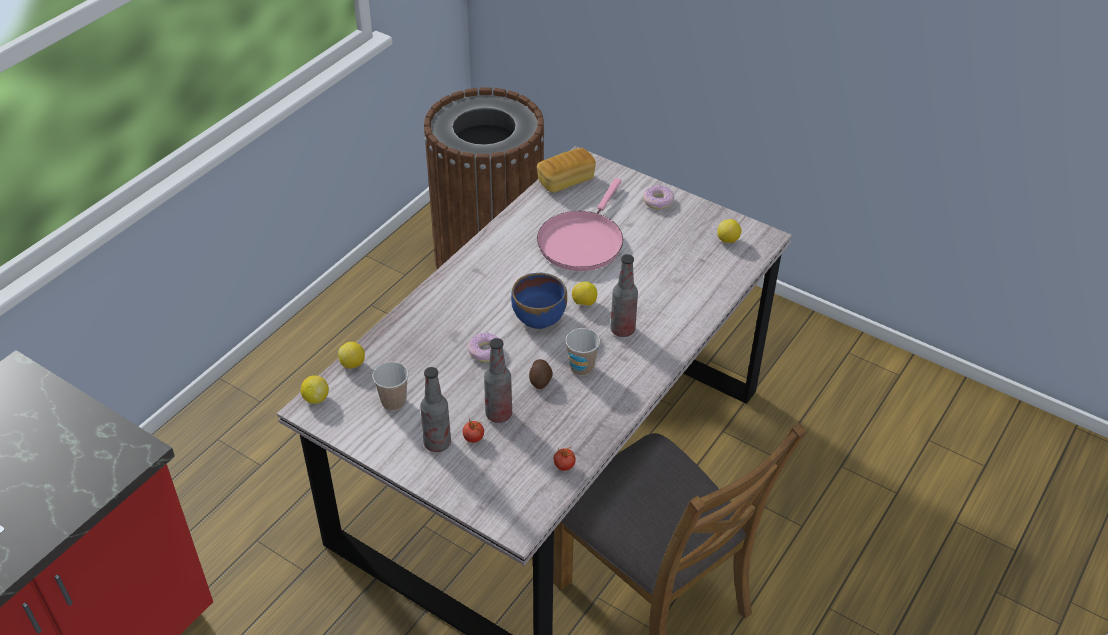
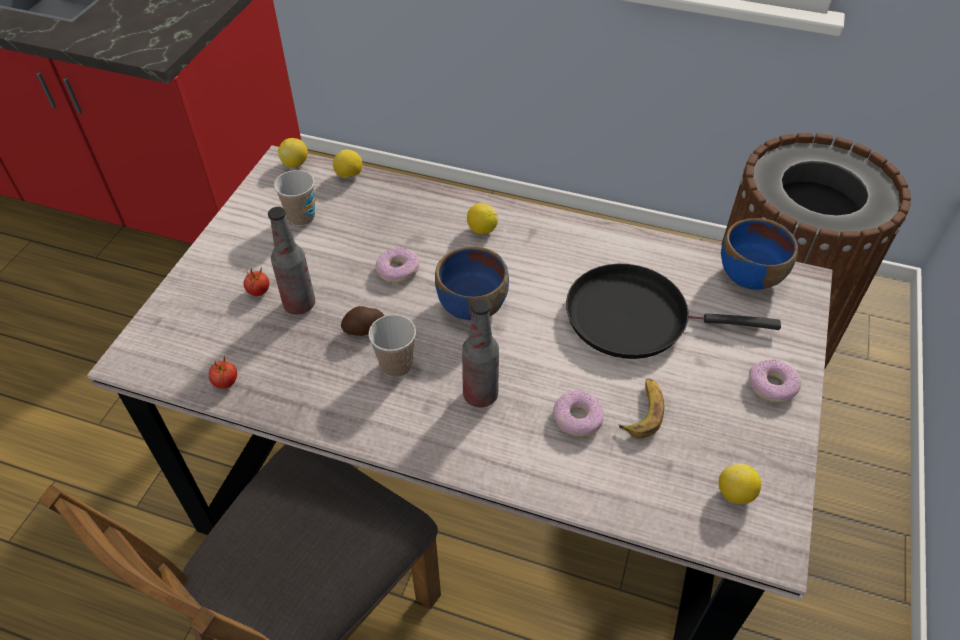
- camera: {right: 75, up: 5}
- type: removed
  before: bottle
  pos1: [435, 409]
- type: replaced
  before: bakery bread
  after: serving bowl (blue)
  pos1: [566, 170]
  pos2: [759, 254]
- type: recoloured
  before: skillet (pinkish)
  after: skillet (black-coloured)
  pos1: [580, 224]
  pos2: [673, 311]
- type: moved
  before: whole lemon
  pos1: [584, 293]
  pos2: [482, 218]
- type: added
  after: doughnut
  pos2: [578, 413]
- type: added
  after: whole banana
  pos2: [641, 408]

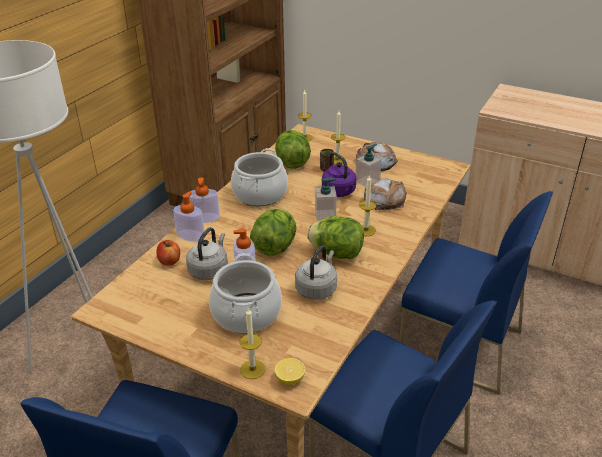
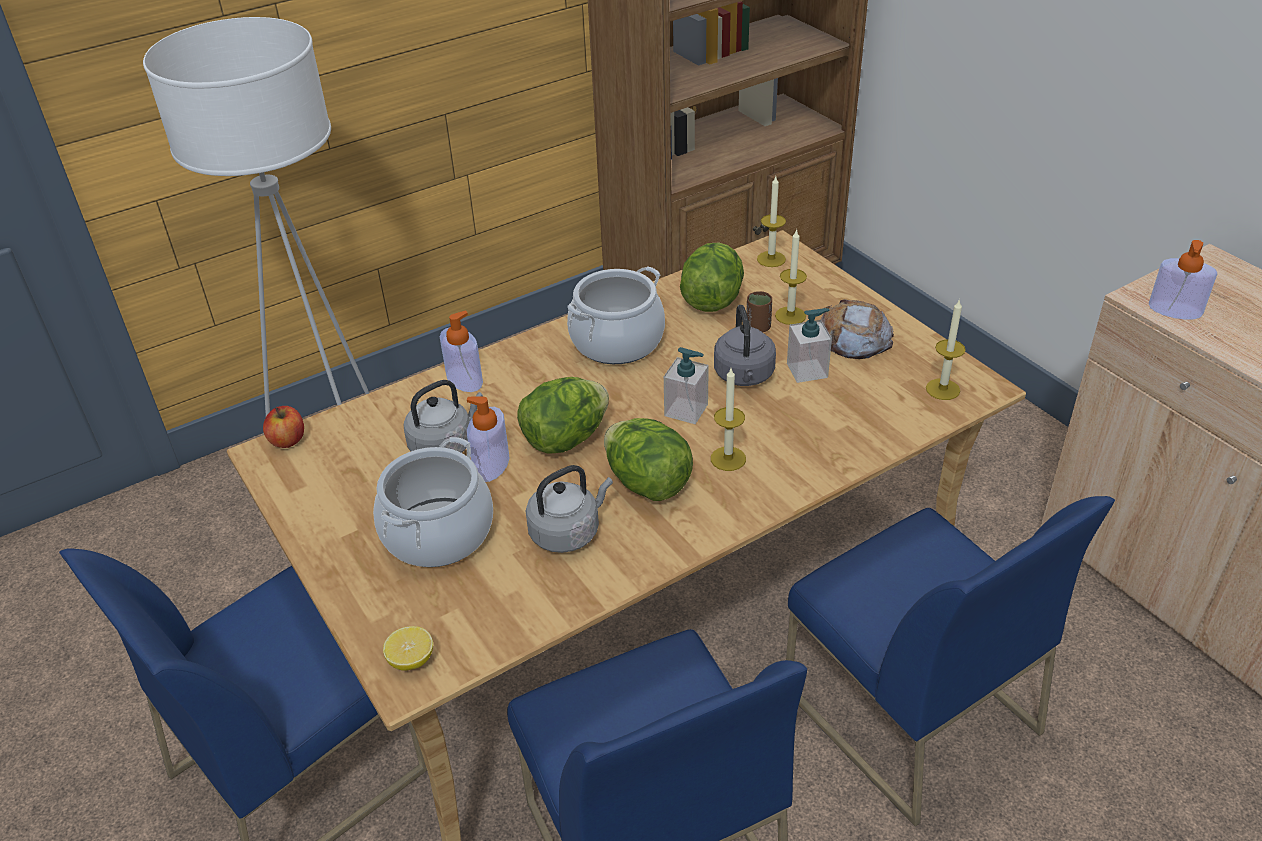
- camera: {right: 30, up: 5}
- type: moved
  before: apple
  pos1: [168, 253]
  pos2: [283, 427]
- type: moved
  before: soap dispenser
  pos1: [204, 200]
  pos2: [1183, 279]
- type: moved
  before: candle
  pos1: [252, 343]
  pos2: [946, 349]
- type: recoloured
  before: water kettle (purple-coloured)
  after: water kettle (grey)
  pos1: [339, 174]
  pos2: [745, 345]
- type: removed
  before: bakery bread
  pos1: [385, 194]

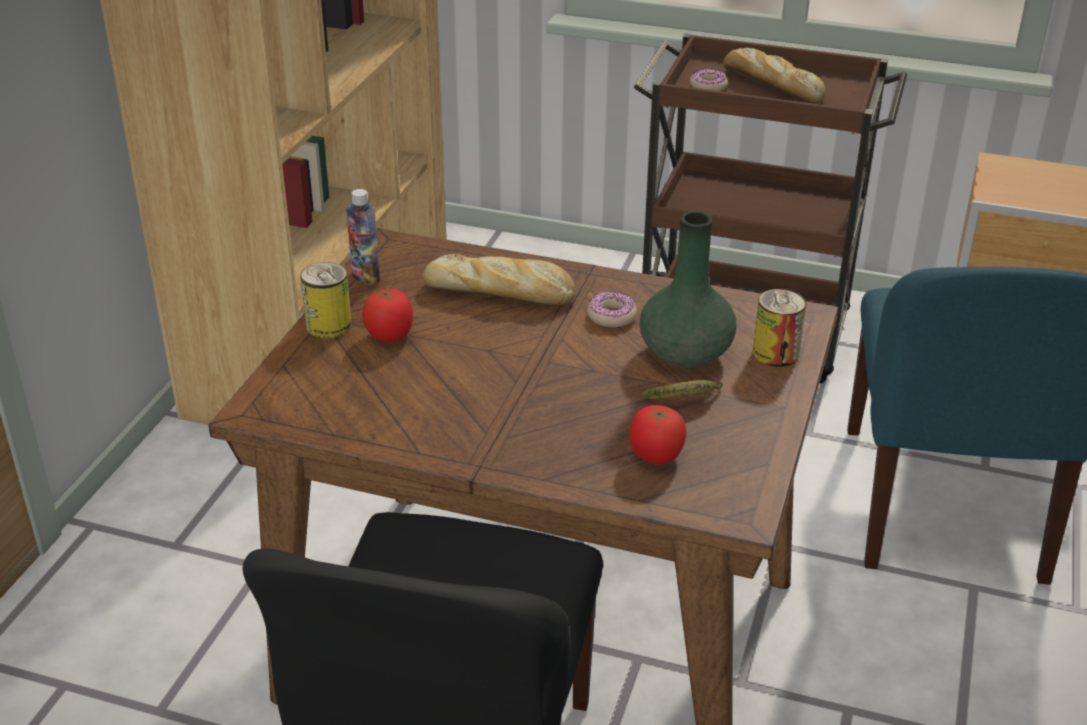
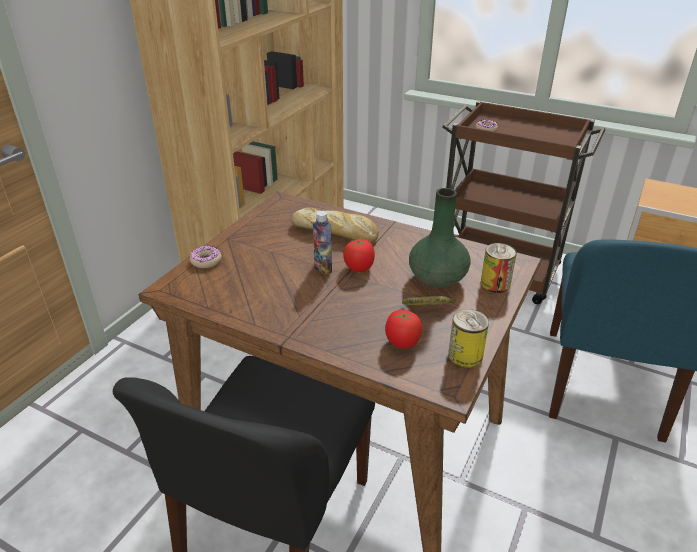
- camera: {right: 10, up: 0}
- type: moved
  before: can
  pos1: [326, 300]
  pos2: [468, 338]
- type: moved
  before: bottle
  pos1: [363, 237]
  pos2: [322, 242]
- type: moved
  before: whole tomato
  pos1: [387, 314]
  pos2: [359, 255]
- type: moved
  before: doughnut
  pos1: [612, 309]
  pos2: [206, 256]
- type: removed
  before: bakery bread
  pos1: [774, 75]

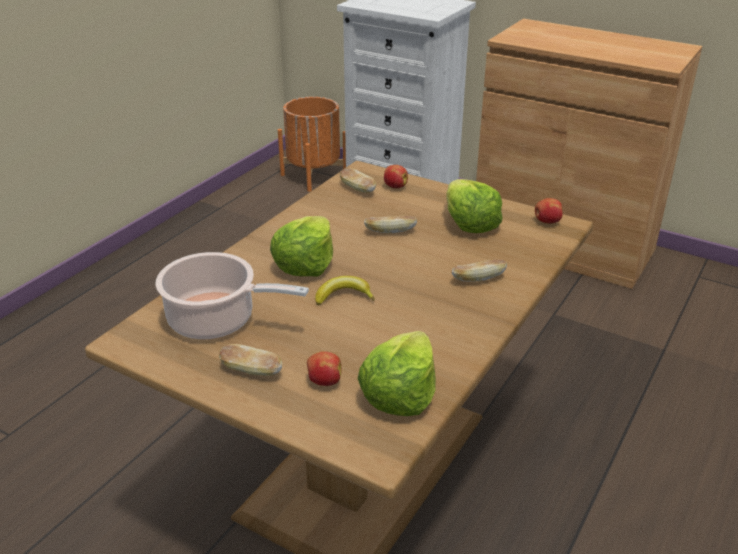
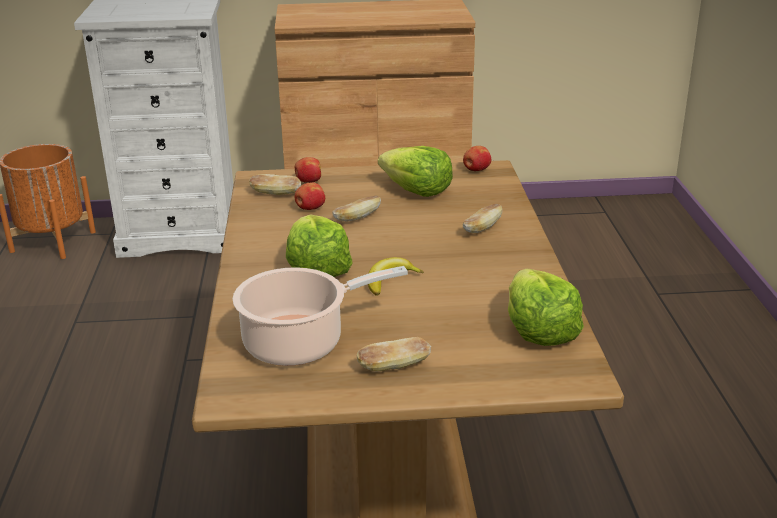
- camera: {right: -35, up: -5}
- type: moved
  before: apple
  pos1: [324, 368]
  pos2: [310, 196]

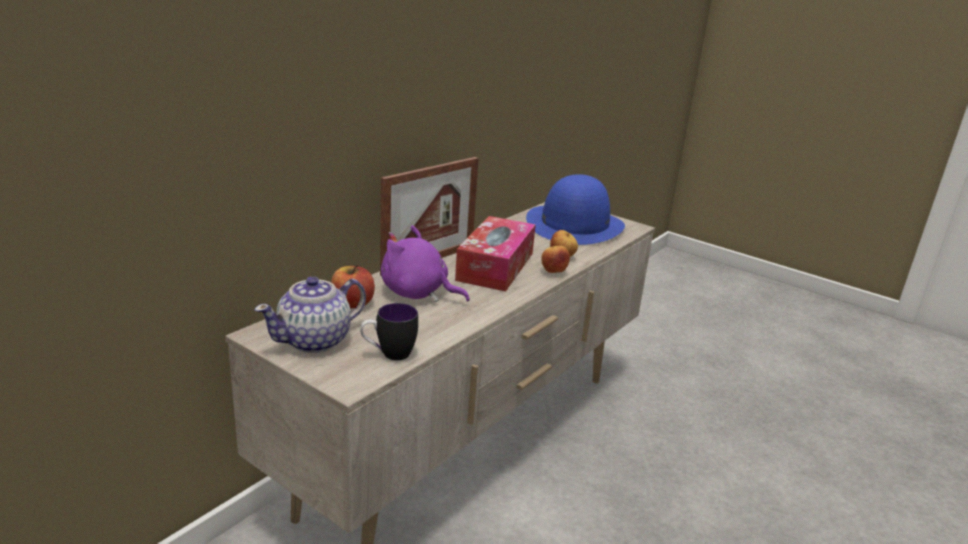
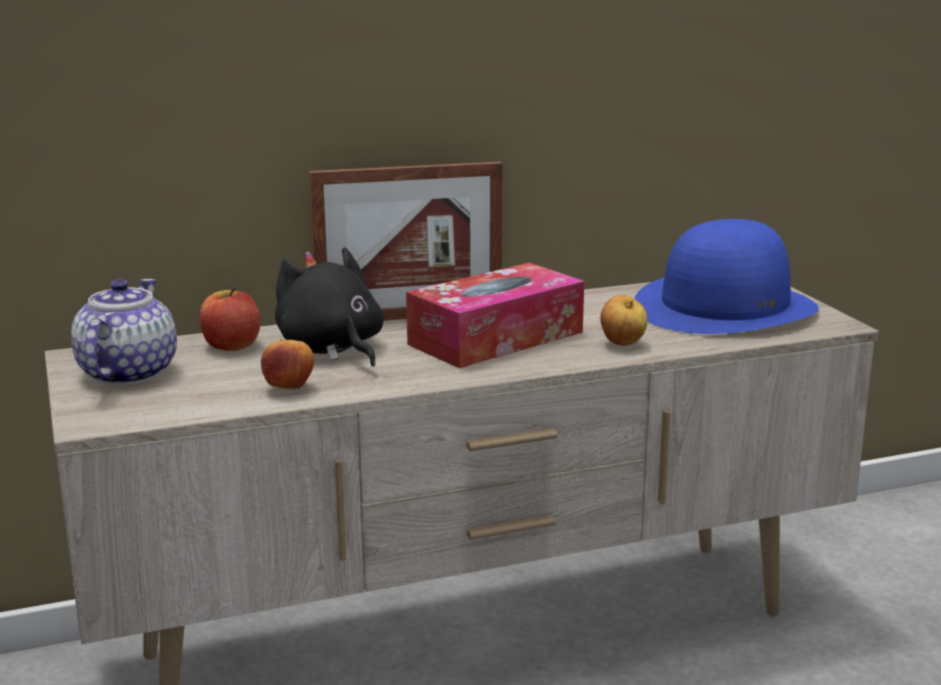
- camera: {right: 35, up: -5}
- type: turned
  before: pot for tea
  pos1: [310, 314]
  pos2: [124, 332]
  turn: 105
- type: removed
  before: tea mug
  pos1: [389, 331]
- type: recoloured
  before: cuddly toy (purple-coloured)
  after: cuddly toy (black-coloured)
  pos1: [425, 263]
  pos2: [329, 307]
- type: moved
  before: apple
  pos1: [555, 259]
  pos2: [287, 364]

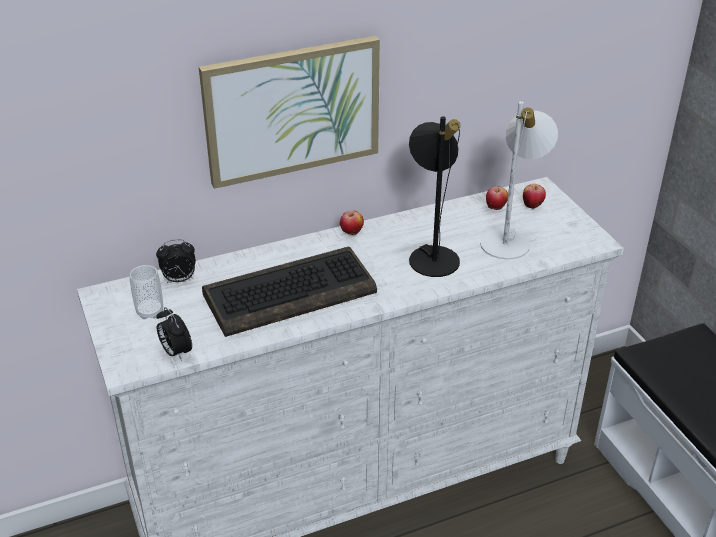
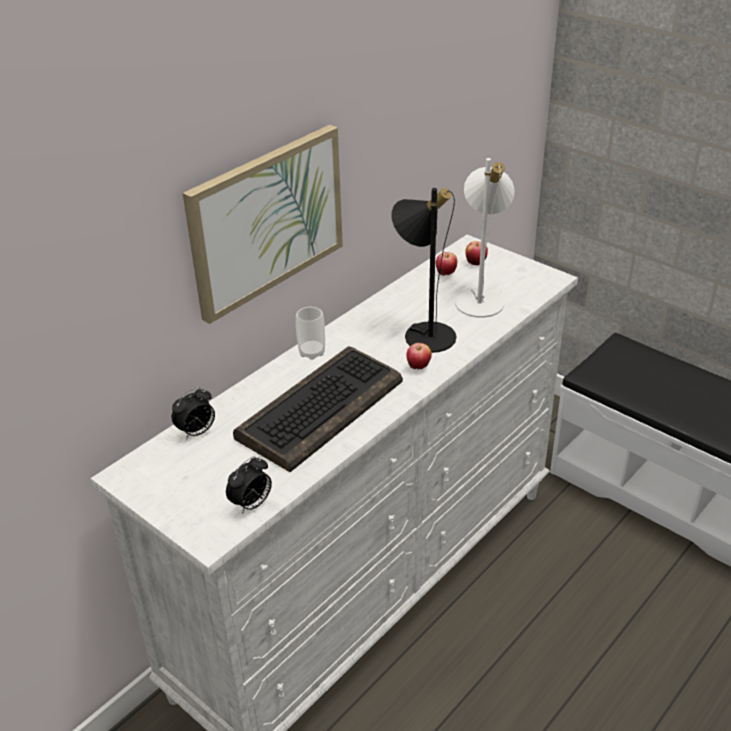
- camera: {right: -25, up: 0}
- type: moved
  before: small cup
  pos1: [146, 292]
  pos2: [310, 333]
- type: turned
  before: table clock
  pos1: [174, 334]
  pos2: [249, 485]
  turn: -75
- type: moved
  before: apple
  pos1: [352, 222]
  pos2: [419, 356]

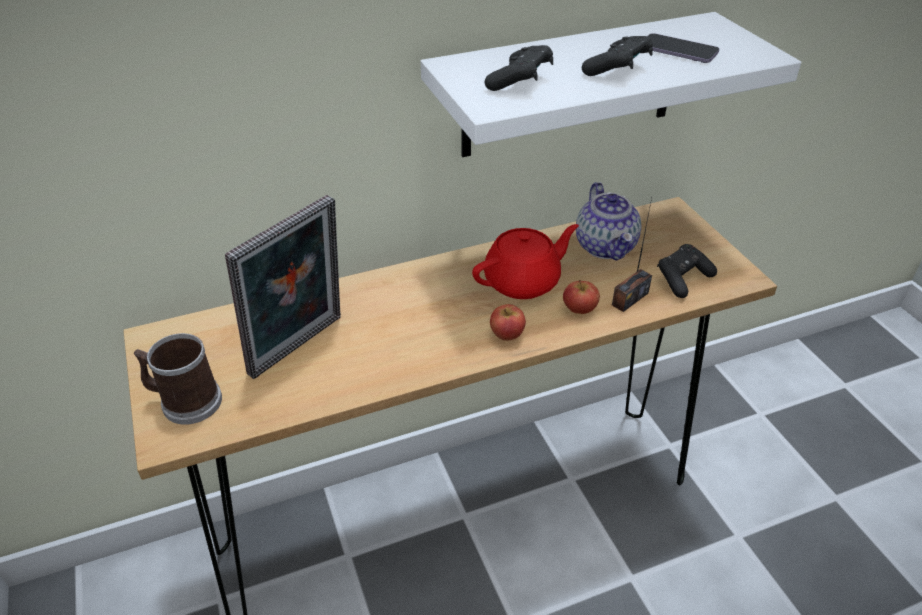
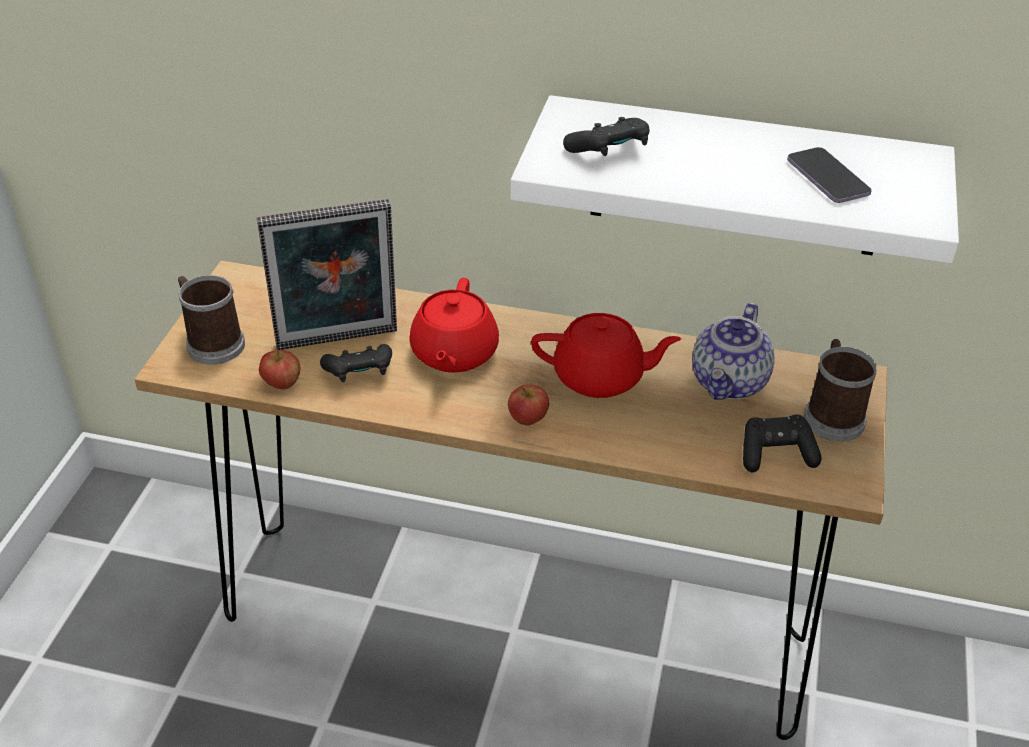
- camera: {right: 35, up: 0}
- type: moved
  before: apple
  pos1: [581, 297]
  pos2: [279, 368]
- type: moved
  before: gamepad (black-coloured)
  pos1: [617, 56]
  pos2: [356, 363]
- type: removed
  before: radio set
  pos1: [632, 255]
- type: added
  after: pot for tea (reddish)
  pos2: [454, 325]
- type: added
  after: tea mug
  pos2: [840, 390]

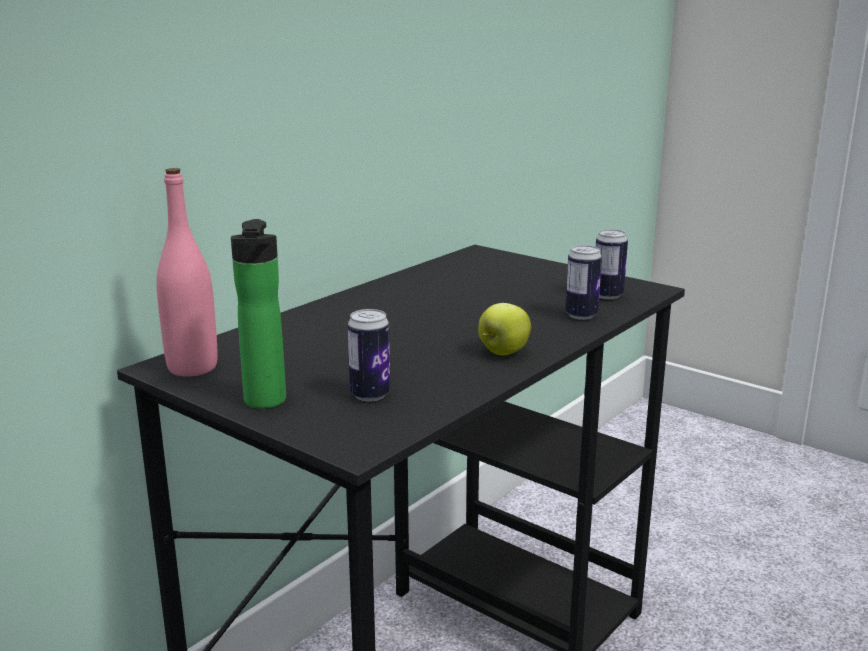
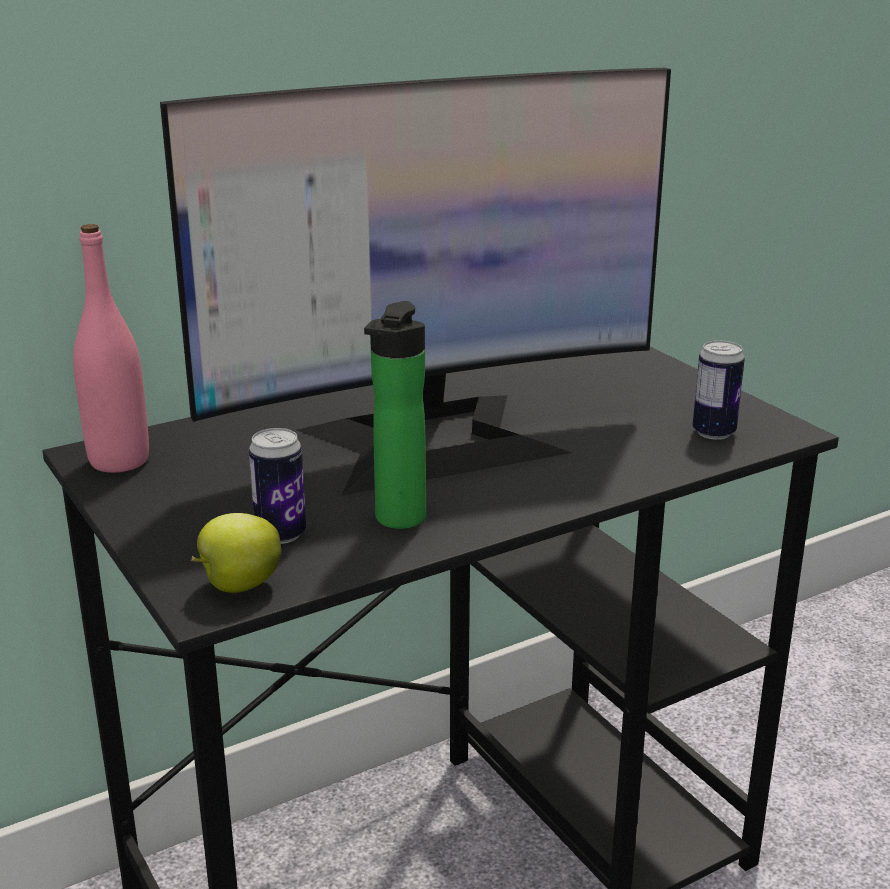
- camera: {right: 20, up: 5}
- type: moved
  before: bottle
  pos1: [258, 313]
  pos2: [395, 415]
- type: moved
  before: apple
  pos1: [504, 329]
  pos2: [236, 553]
- type: removed
  before: can
  pos1: [583, 282]
- type: added
  after: computer screen
  pos2: [415, 281]

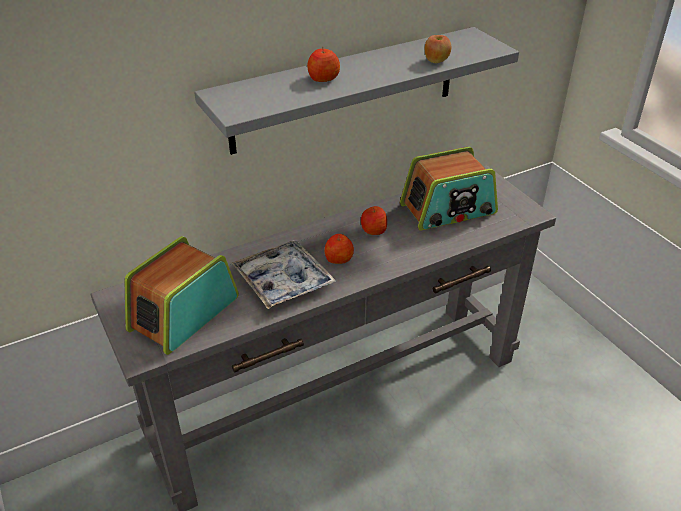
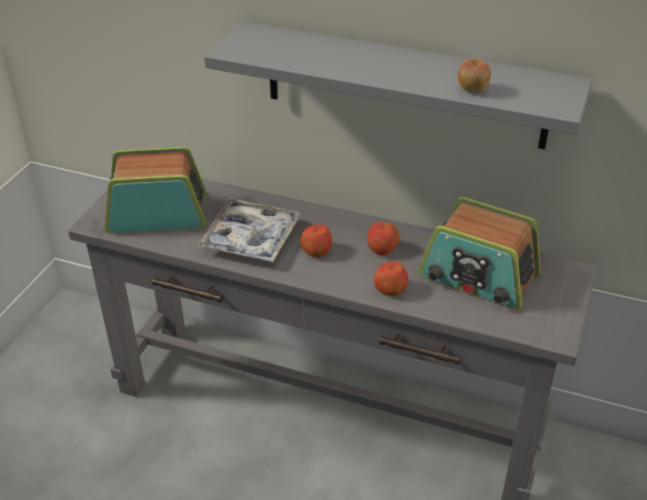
- camera: {right: 50, up: 0}
- type: moved
  before: apple
  pos1: [323, 64]
  pos2: [391, 278]

